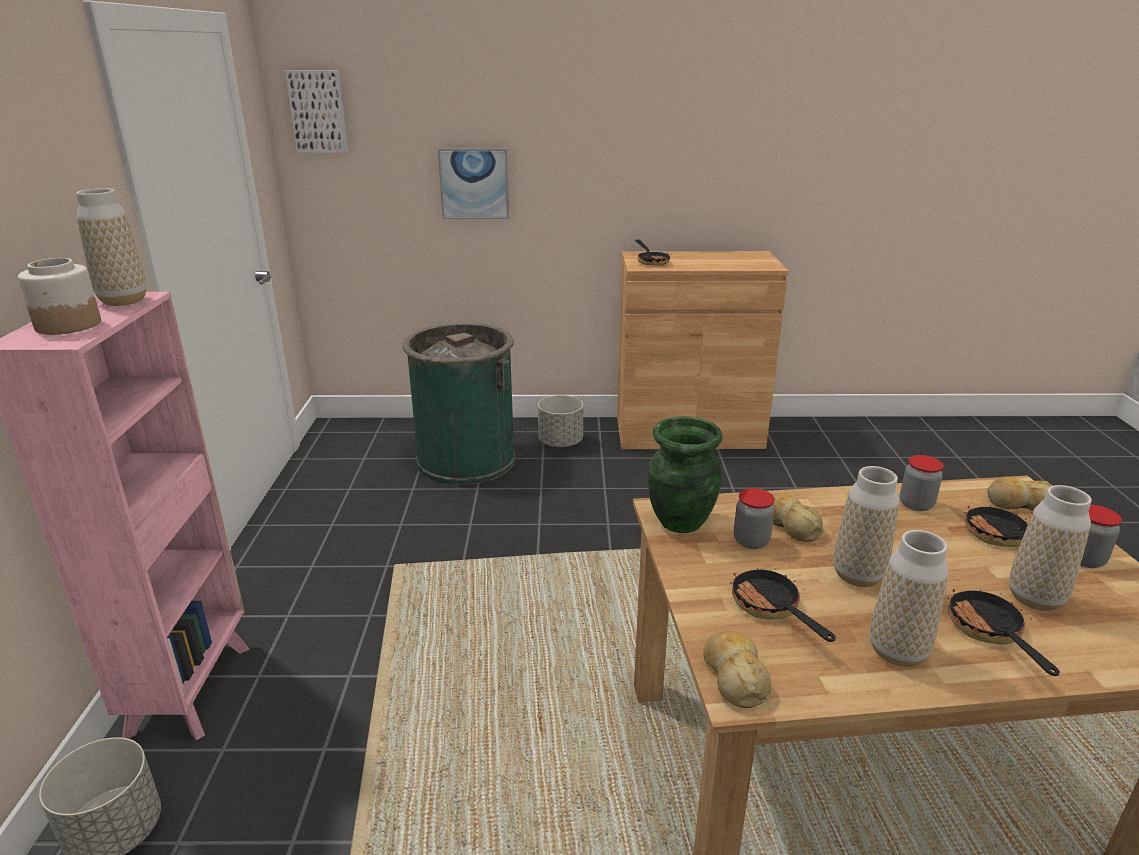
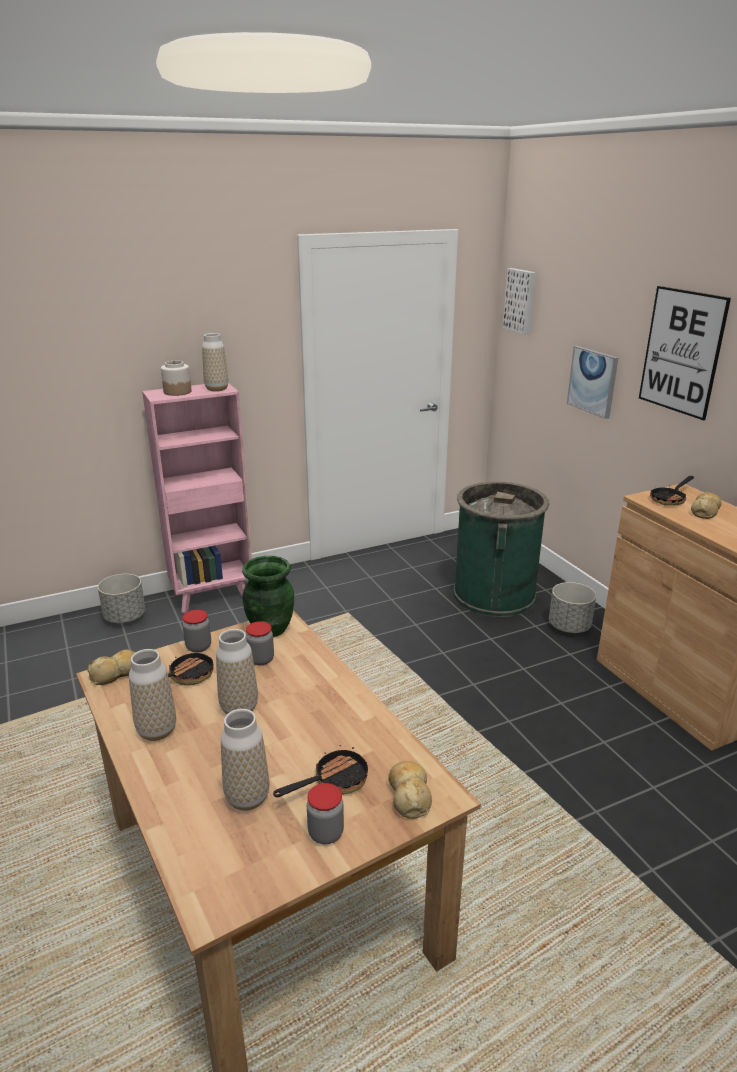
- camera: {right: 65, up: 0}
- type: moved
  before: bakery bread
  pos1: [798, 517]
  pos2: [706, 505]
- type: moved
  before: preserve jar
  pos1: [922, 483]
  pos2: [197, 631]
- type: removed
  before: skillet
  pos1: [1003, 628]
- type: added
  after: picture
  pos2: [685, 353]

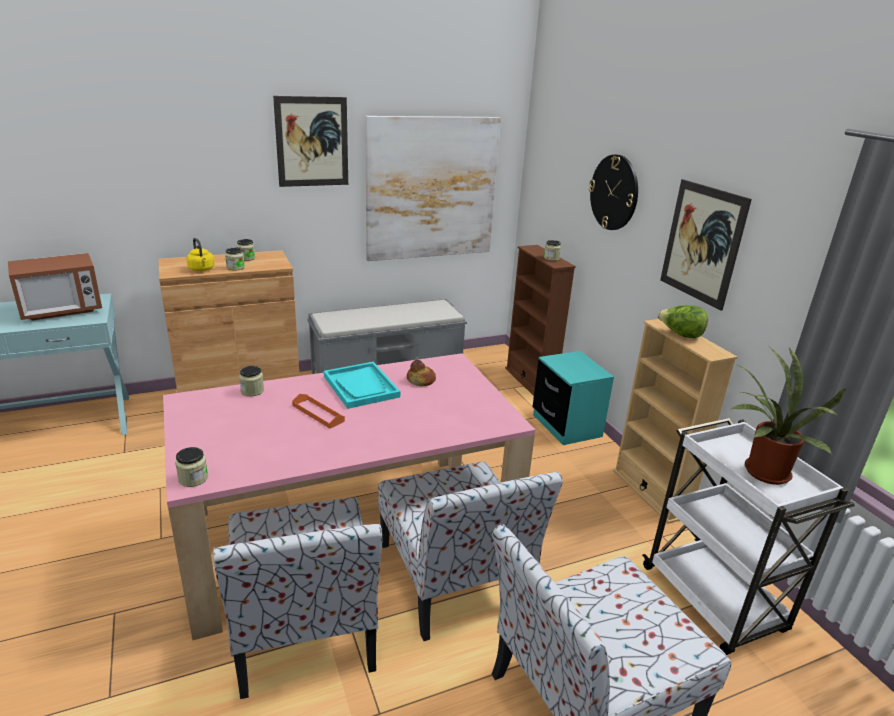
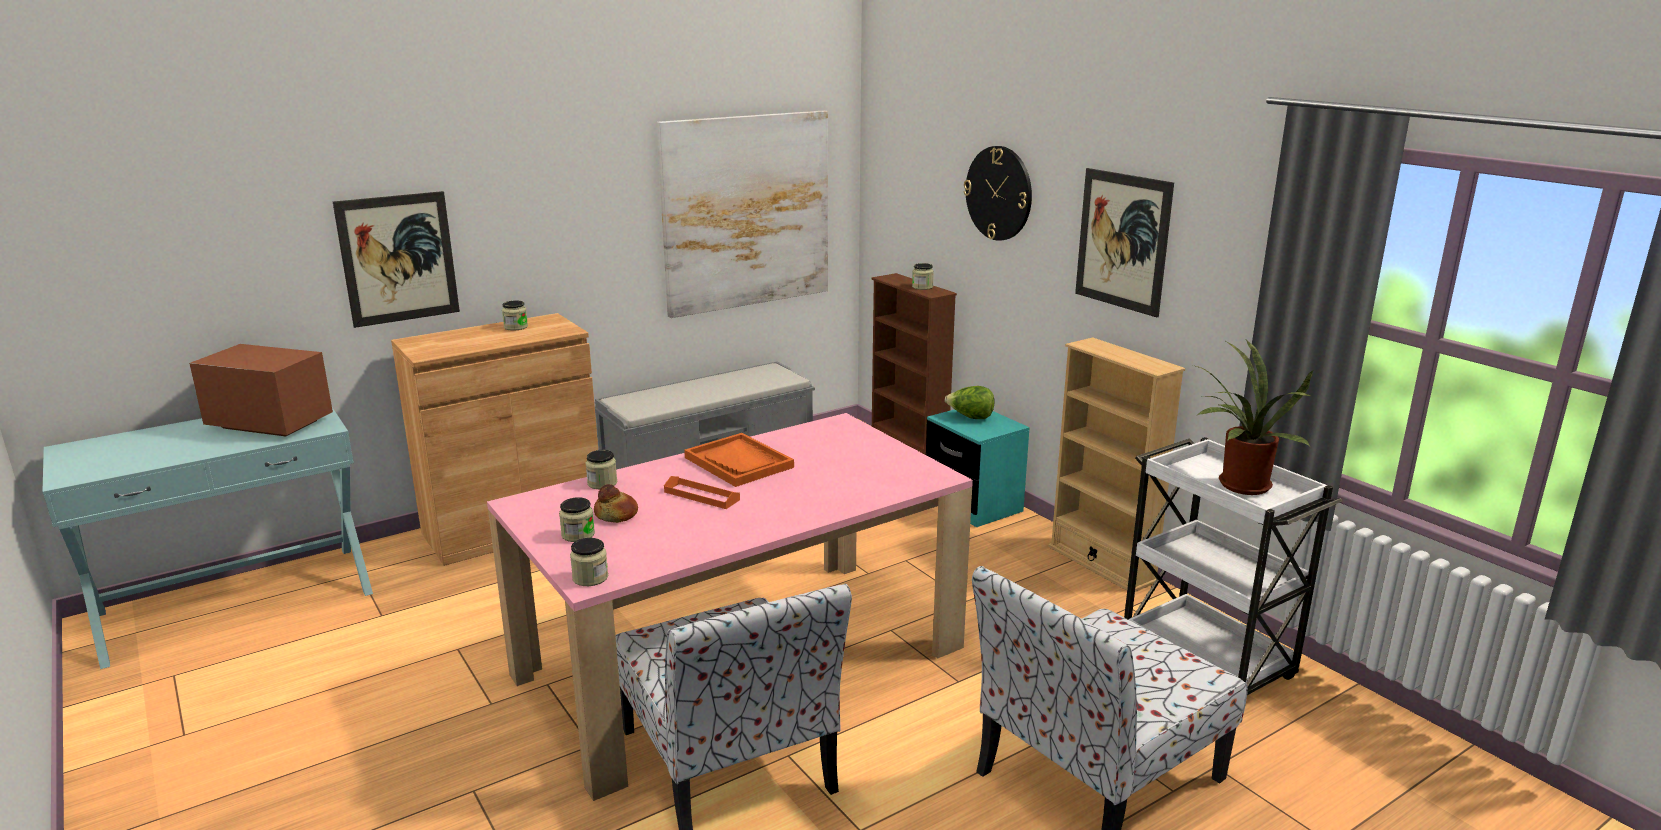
- camera: {right: -10, up: -5}
- type: turned
  before: microwave
  pos1: [55, 287]
  pos2: [261, 390]
  turn: -120
- type: removed
  before: water kettle (yellow-coloured)
  pos1: [200, 254]
- type: moved
  before: preserve jar
  pos1: [235, 259]
  pos2: [577, 519]
- type: moved
  before: picture
  pos1: [310, 141]
  pos2: [396, 259]
- type: recoloured
  before: tray (turquoise)
  after: tray (orangey)
  pos1: [362, 385]
  pos2: [739, 460]
- type: removed
  before: chair
  pos1: [470, 551]
- type: moved
  before: bakery bread
  pos1: [421, 373]
  pos2: [616, 503]
- type: moved
  before: lettuce head
  pos1: [682, 321]
  pos2: [970, 402]

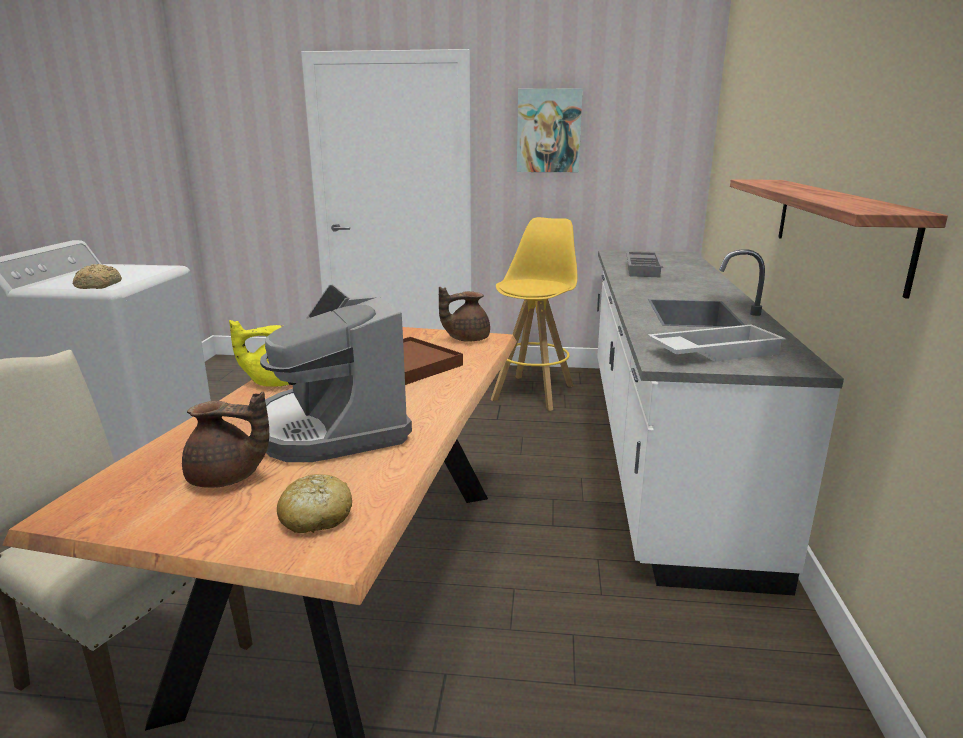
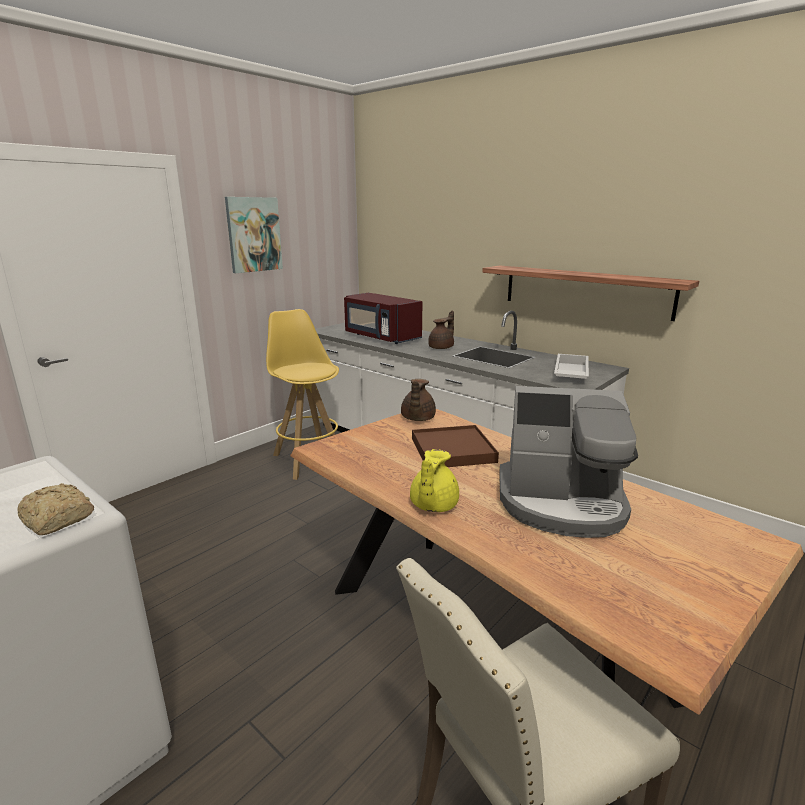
- camera: {right: -55, up: 0}
- type: moved
  before: pot for tea (brown)
  pos1: [225, 439]
  pos2: [441, 330]
- type: removed
  before: bakery bread
  pos1: [314, 503]
- type: replaced
  before: tray (grey)
  after: microwave (reddish)
  pos1: [644, 264]
  pos2: [383, 318]

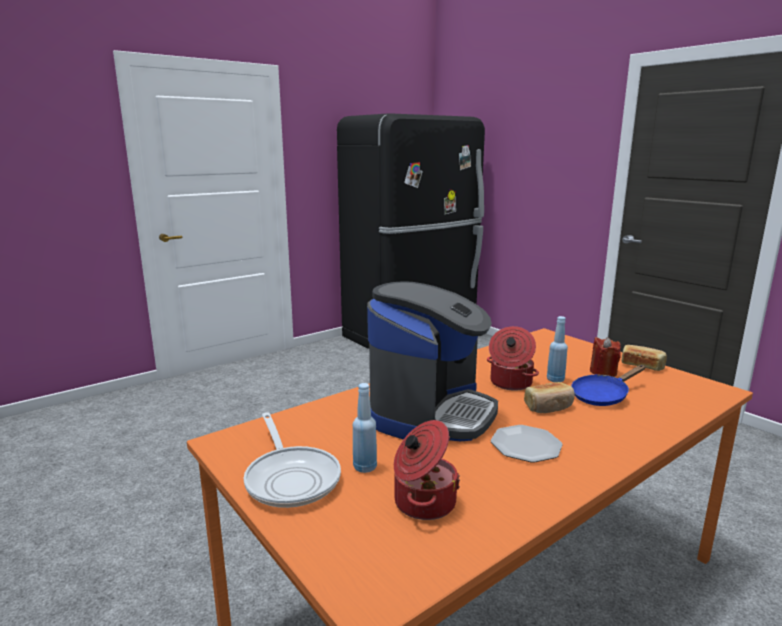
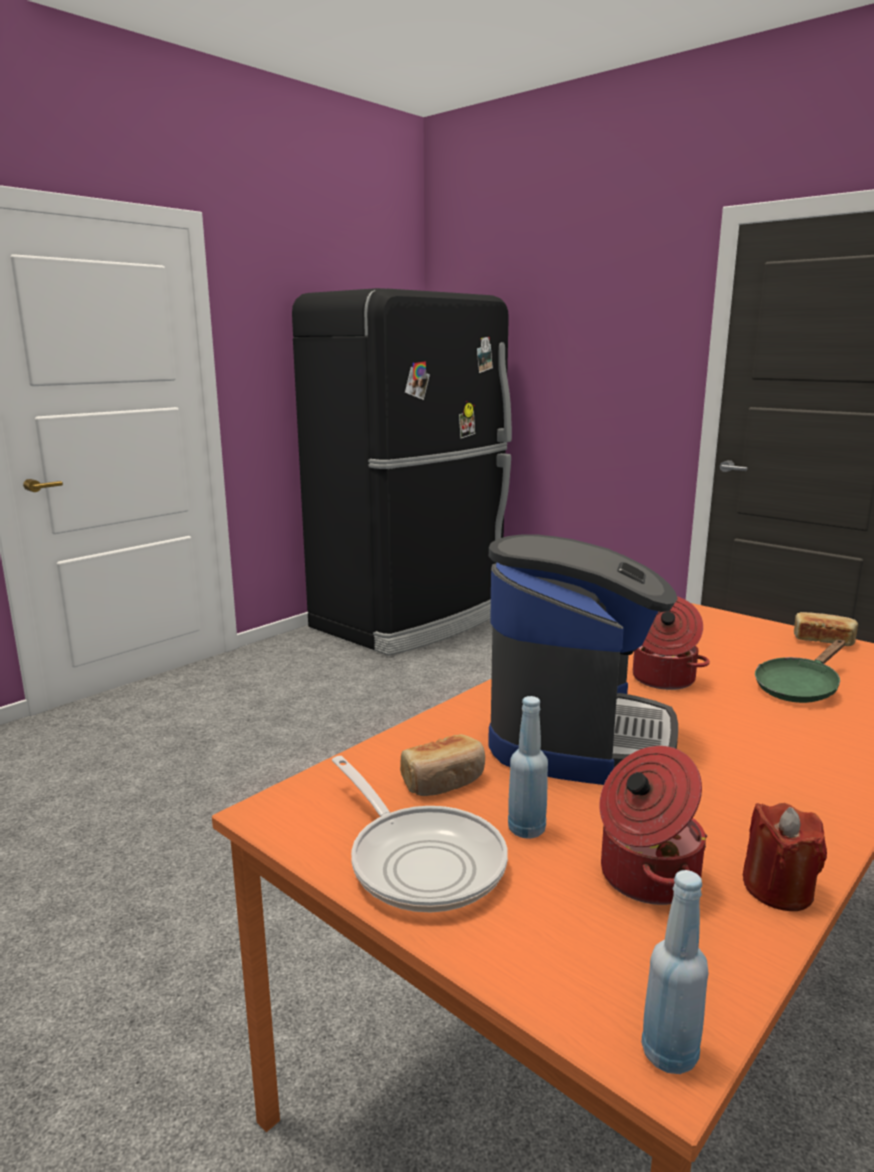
- camera: {right: -10, up: 0}
- type: removed
  before: flat dish
  pos1: [527, 444]
- type: moved
  before: bakery bread
  pos1: [549, 397]
  pos2: [442, 765]
- type: moved
  before: bottle (blue)
  pos1: [557, 349]
  pos2: [674, 972]
- type: recoloured
  before: skillet (blue)
  after: skillet (green)
  pos1: [608, 385]
  pos2: [800, 671]
- type: moved
  before: candle (reddish)
  pos1: [605, 357]
  pos2: [785, 857]

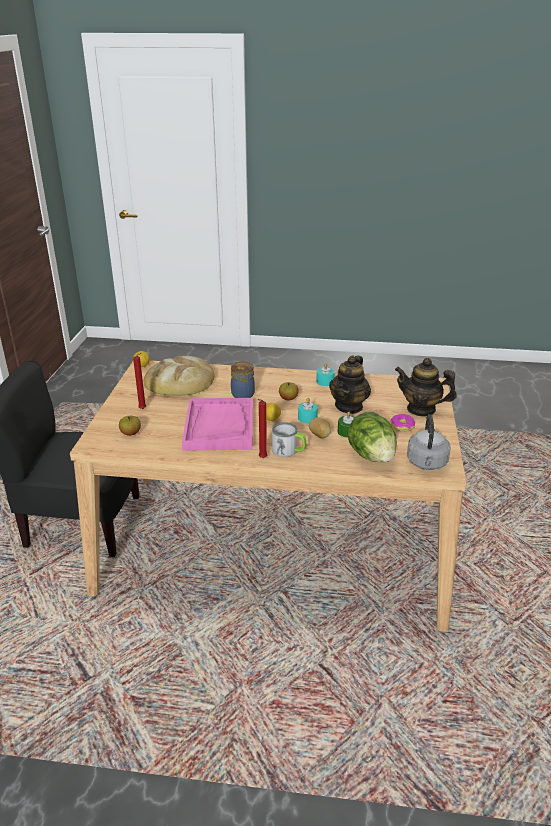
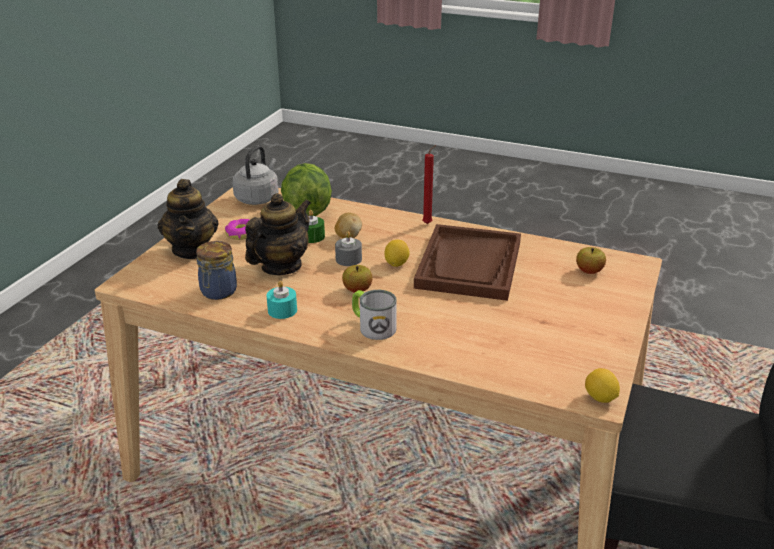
- camera: {right: -165, up: 0}
- type: removed
  before: candle (reddish)
  pos1: [139, 381]
- type: removed
  before: bakery bread
  pos1: [179, 376]
- type: recoloured
  before: tray (pinkish)
  after: tray (brown)
  pos1: [217, 424]
  pos2: [467, 262]
- type: moved
  before: preserve jar
  pos1: [243, 380]
  pos2: [216, 270]
- type: moved
  before: tea mug
  pos1: [289, 440]
  pos2: [374, 315]
- type: recoloured
  before: candle (turquoise)
  after: candle (grey)
  pos1: [308, 410]
  pos2: [348, 248]
- type: turned
  before: pot for tea
  pos1: [426, 387]
  pos2: [188, 219]
  turn: 45

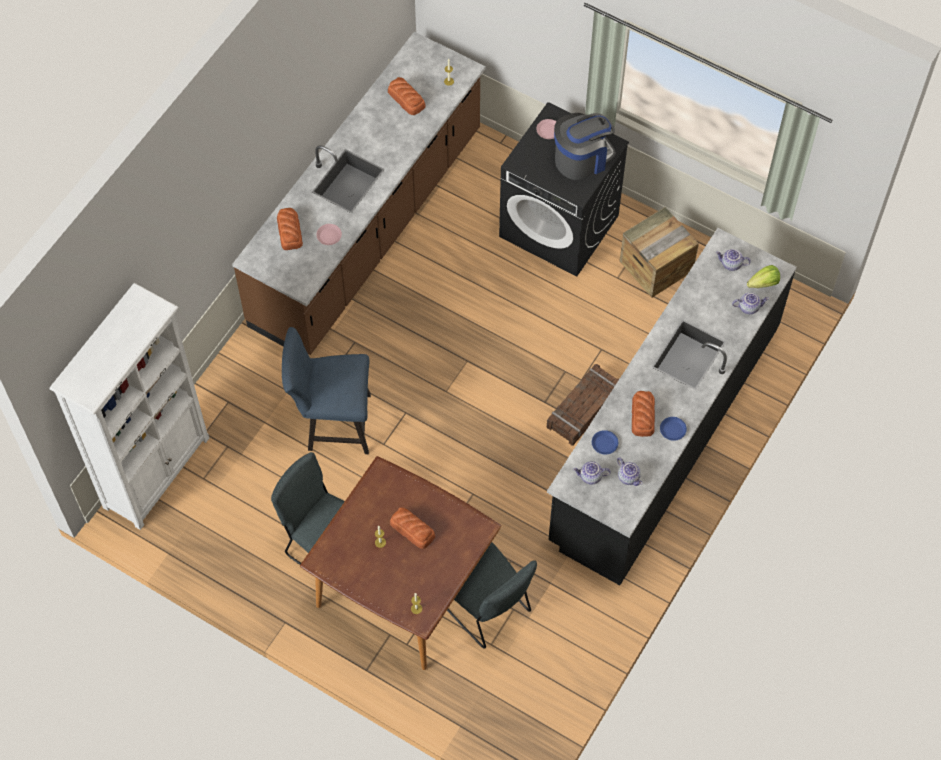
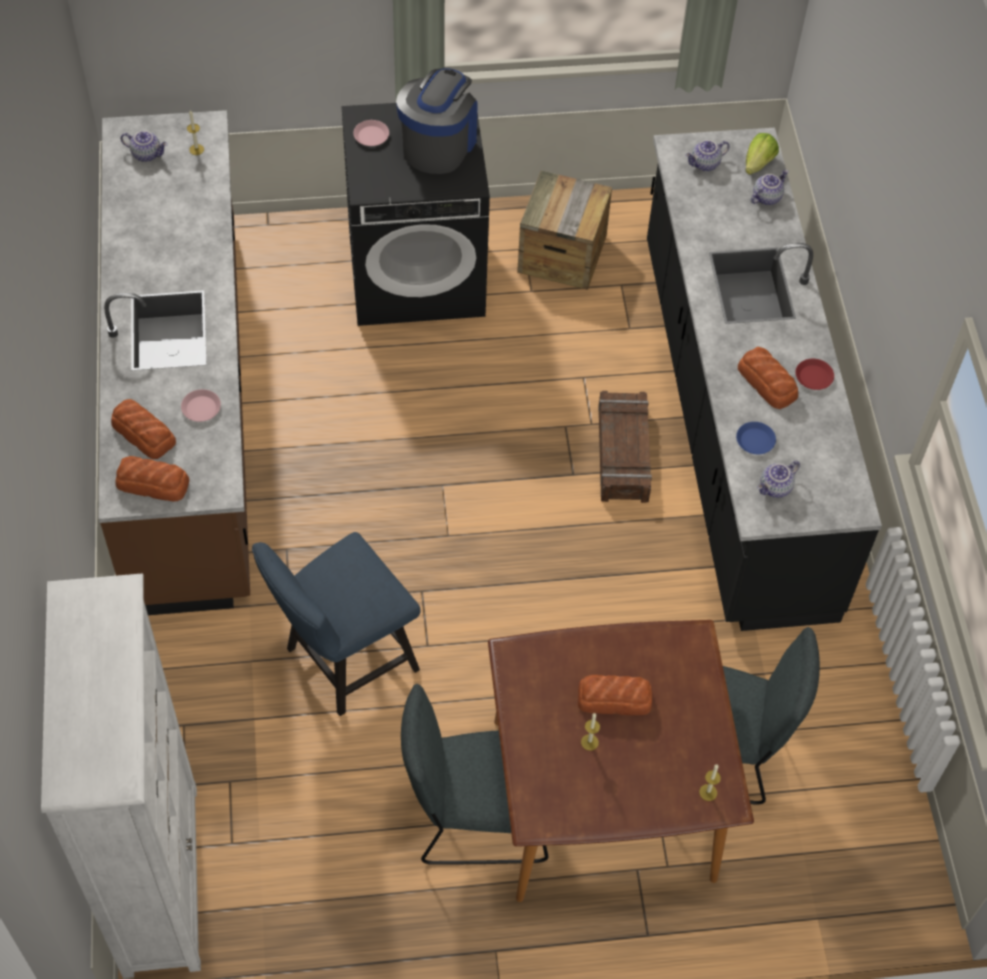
- camera: {right: -40, up: -5}
- type: moved
  before: bakery bread
  pos1: [406, 96]
  pos2: [153, 479]
- type: moved
  before: pot for tea
  pos1: [629, 472]
  pos2: [144, 146]
- type: recoloured
  before: flat dish (blue)
  after: flat dish (reddish)
  pos1: [673, 429]
  pos2: [815, 374]

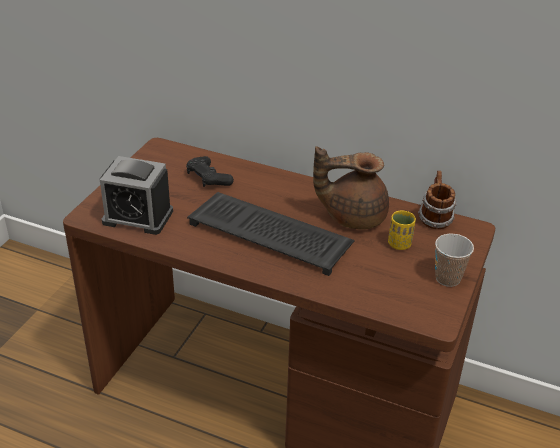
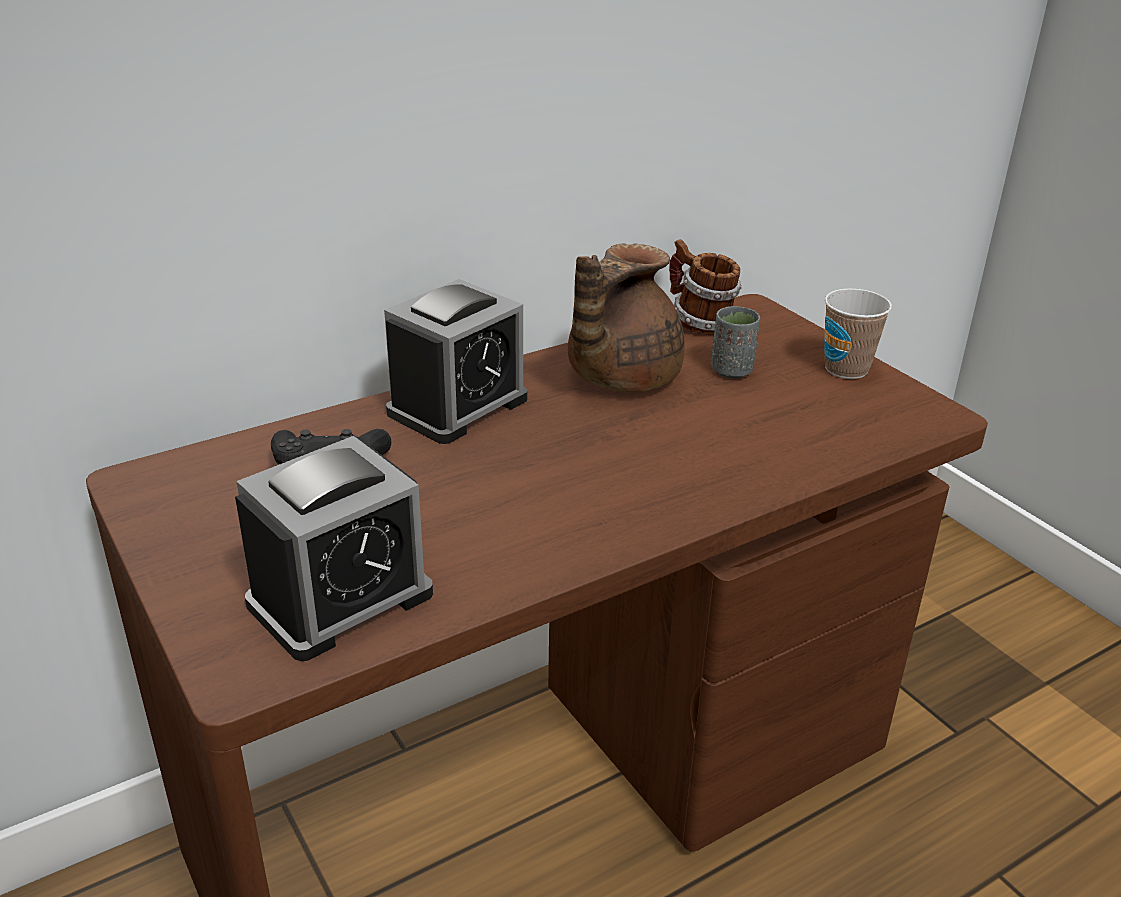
- camera: {right: -55, up: -5}
- type: removed
  before: computer keyboard
  pos1: [270, 234]
- type: recoloured
  before: small cup (yellow-coloured)
  after: small cup (grey)
  pos1: [402, 230]
  pos2: [735, 342]
- type: added
  after: table clock
  pos2: [456, 361]

